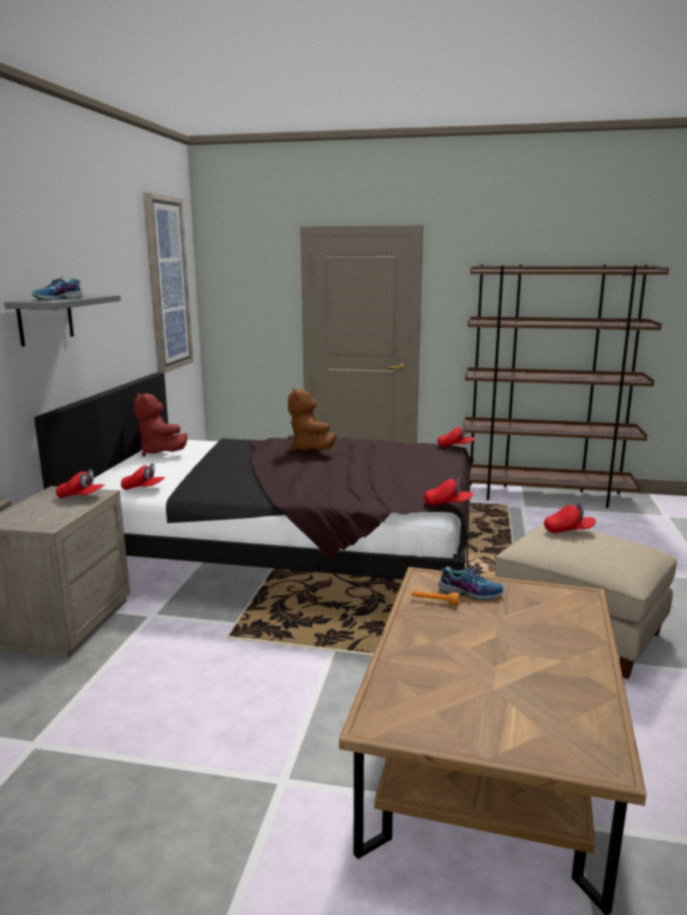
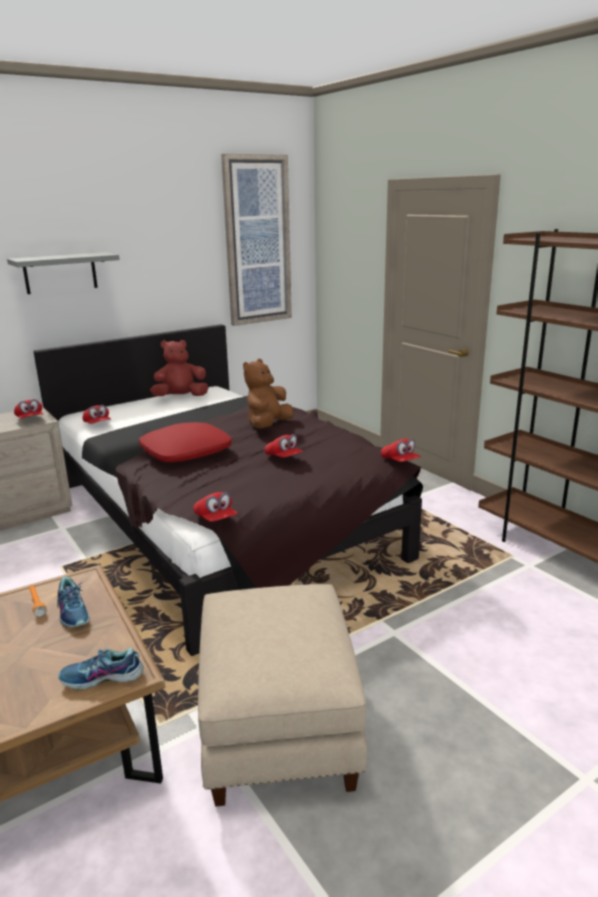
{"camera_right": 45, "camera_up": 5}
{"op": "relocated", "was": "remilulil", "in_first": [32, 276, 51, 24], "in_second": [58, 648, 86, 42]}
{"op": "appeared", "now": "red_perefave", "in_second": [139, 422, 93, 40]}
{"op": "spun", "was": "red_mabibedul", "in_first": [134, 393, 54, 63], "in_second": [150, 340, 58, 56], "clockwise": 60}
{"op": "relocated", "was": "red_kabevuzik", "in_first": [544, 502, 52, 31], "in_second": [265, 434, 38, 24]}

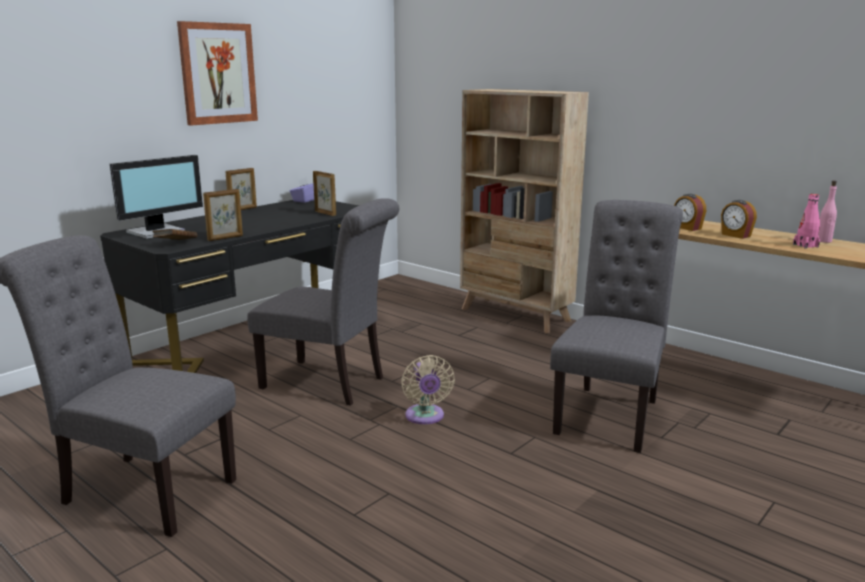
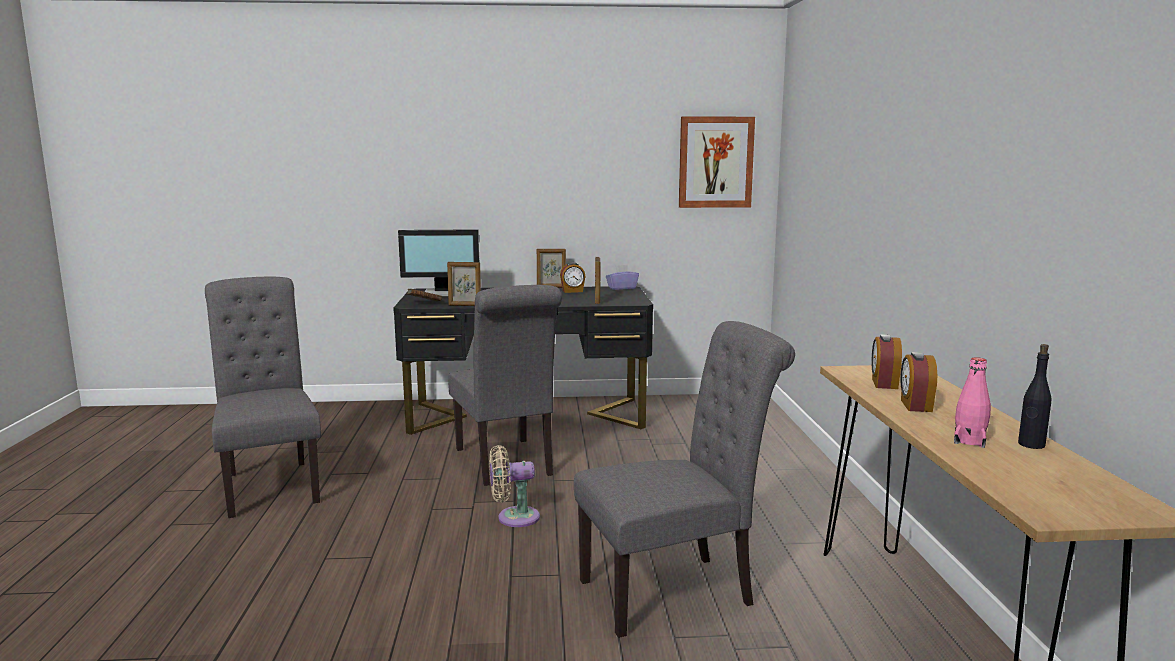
{"camera_right": 45, "camera_up": -5}
{"op": "spun", "was": "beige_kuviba", "in_first": [401, 355, 54, 69], "in_second": [489, 445, 51, 82], "clockwise": 45}
{"op": "appeared", "now": "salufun", "in_second": [560, 262, 26, 31]}
{"op": "relocated", "was": "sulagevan", "in_first": [177, 21, 81, 105], "in_second": [679, 116, 76, 92]}
{"op": "colour", "was": "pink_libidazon", "now": "black_libidazon", "in_first": [818, 180, 19, 63], "in_second": [1018, 344, 33, 105]}
{"op": "missing", "was": "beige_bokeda", "in_first": [460, 89, 129, 244]}

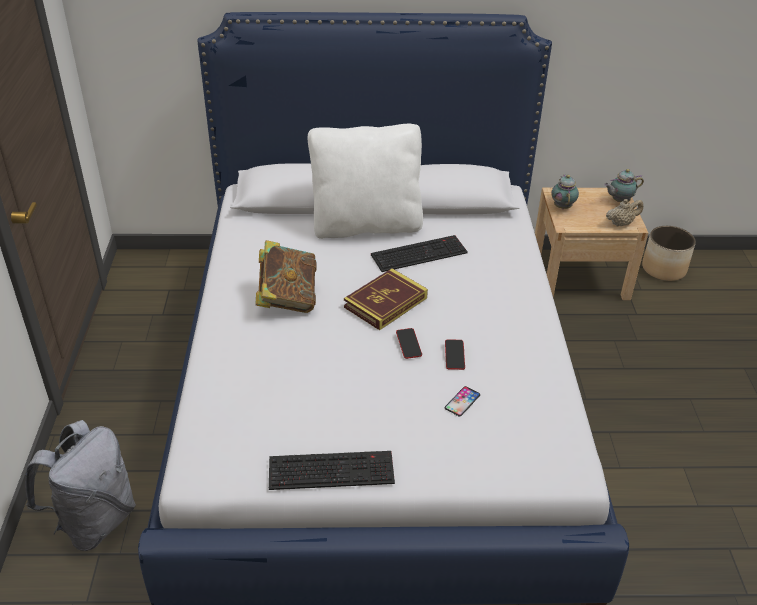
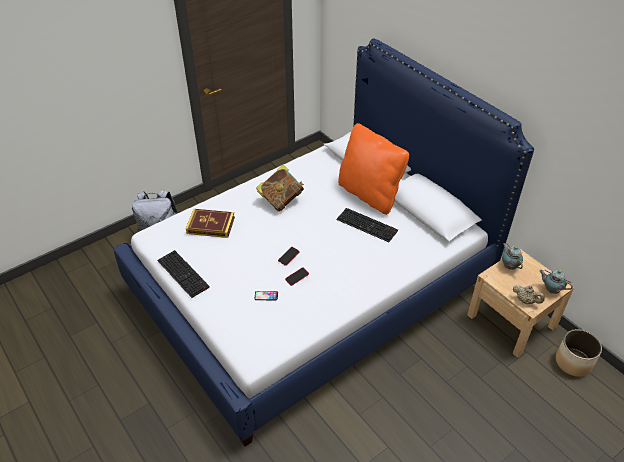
{"camera_right": 55, "camera_up": 5}
{"op": "relocated", "was": "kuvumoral", "in_first": [344, 268, 84, 62], "in_second": [186, 209, 49, 29]}
{"op": "colour", "was": "white_perefave", "now": "orange_perefave", "in_first": [308, 124, 115, 115], "in_second": [338, 123, 71, 92]}
{"op": "spun", "was": "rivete", "in_first": [552, 175, 27, 34], "in_second": [502, 243, 21, 27], "clockwise": -75}

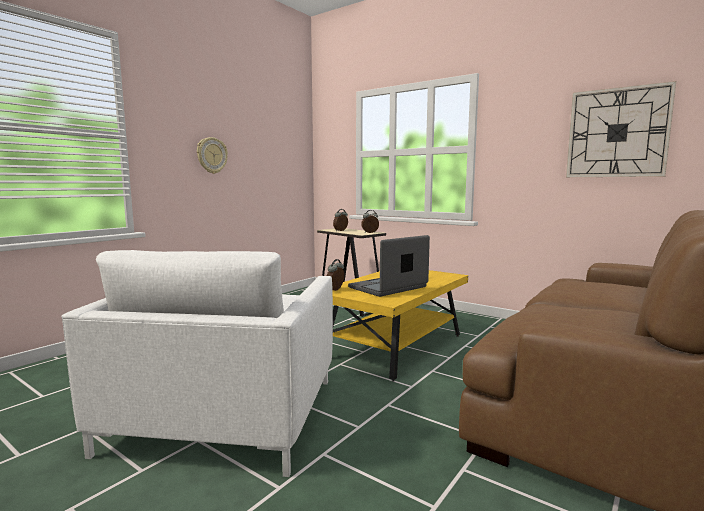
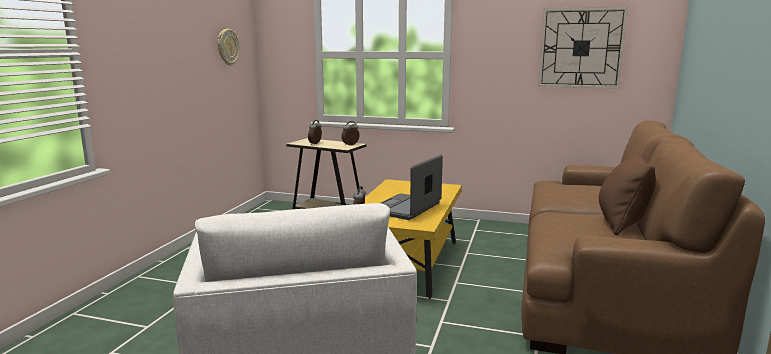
{"camera_right": -20, "camera_up": 5}
{"op": "relocated", "was": "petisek", "in_first": [197, 137, 31, 37], "in_second": [218, 29, 22, 37]}
{"op": "appeared", "now": "brown_perefave", "in_second": [599, 150, 57, 85]}

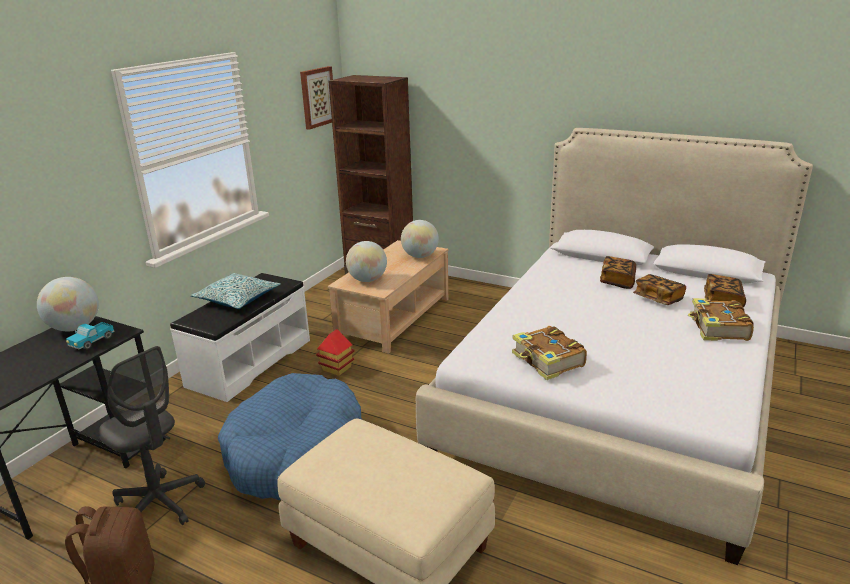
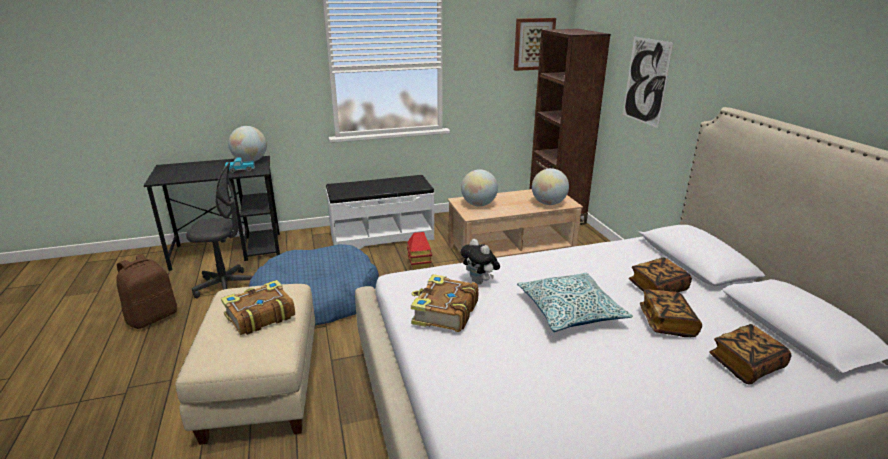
{"camera_right": 45, "camera_up": 0}
{"op": "spun", "was": "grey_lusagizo", "in_first": [98, 346, 107, 179], "in_second": [186, 162, 67, 136], "clockwise": -90}
{"op": "relocated", "was": "kuvumoral", "in_first": [688, 298, 66, 43], "in_second": [221, 280, 74, 55]}
{"op": "appeared", "now": "mabibedul", "in_second": [460, 239, 40, 46]}
{"op": "relocated", "was": "perefave", "in_first": [191, 273, 90, 36], "in_second": [517, 273, 116, 59]}
{"op": "appeared", "now": "sulagevan", "in_second": [623, 36, 50, 92]}

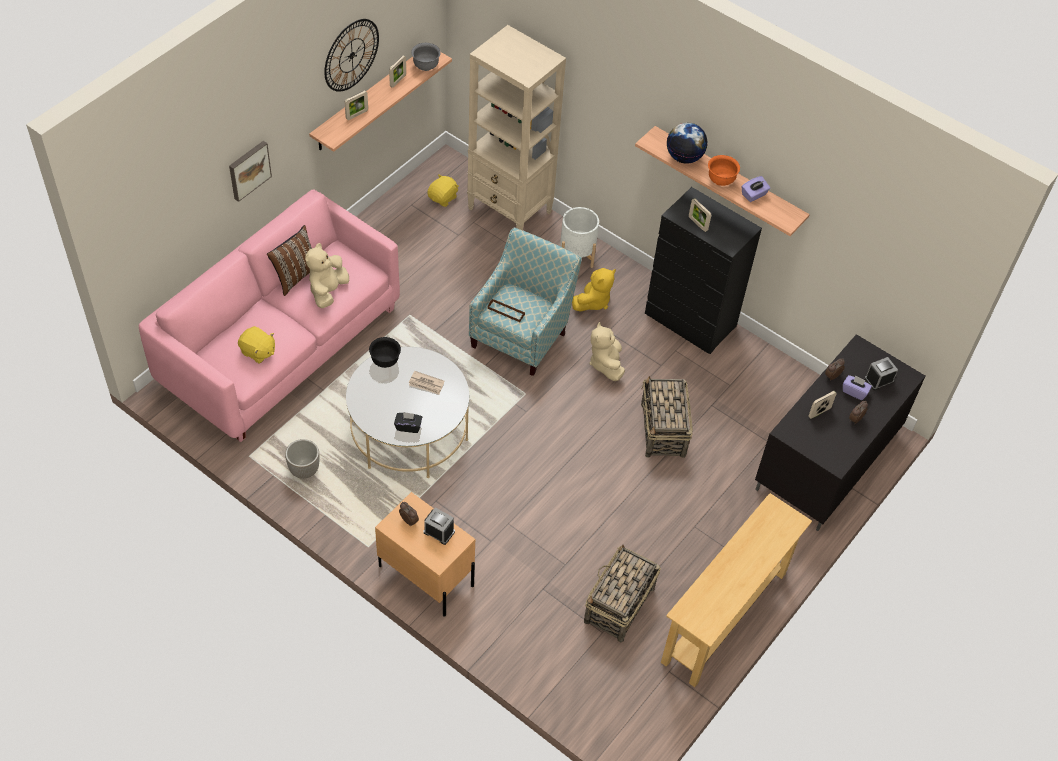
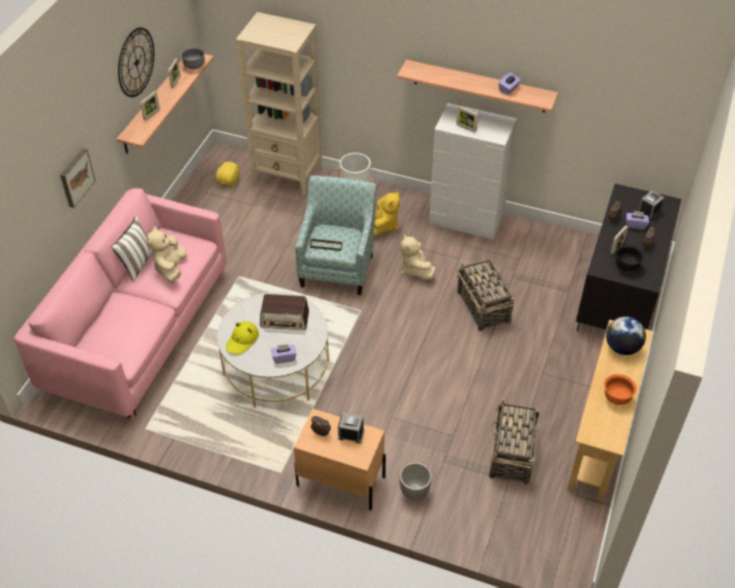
{"camera_right": -15, "camera_up": -5}
{"op": "colour", "was": "brown_perefave", "now": "white_perefave", "in_first": [267, 225, 45, 71], "in_second": [111, 216, 42, 66]}
{"op": "appeared", "now": "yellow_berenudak", "in_second": [226, 321, 33, 33]}
{"op": "exchanged", "was": "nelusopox", "now": "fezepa", "in_first": [409, 371, 35, 23], "in_second": [260, 294, 49, 36]}
{"op": "colour", "was": "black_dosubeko", "now": "purple_dosubeko", "in_first": [394, 412, 28, 21], "in_second": [271, 344, 25, 20]}
{"op": "relocated", "was": "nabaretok", "in_first": [285, 439, 35, 40], "in_second": [399, 462, 33, 39]}
{"op": "colour", "was": "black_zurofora", "now": "white_zurofora", "in_first": [645, 187, 117, 167], "in_second": [429, 103, 88, 137]}
{"op": "relocated", "was": "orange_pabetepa", "in_first": [708, 155, 32, 31], "in_second": [604, 374, 33, 31]}
{"op": "relocated", "was": "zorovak", "in_first": [667, 123, 40, 41], "in_second": [606, 316, 40, 39]}
{"op": "relocated", "was": "black_pabetepa", "in_first": [369, 337, 32, 31], "in_second": [616, 245, 29, 26]}
{"op": "missing", "was": "yellow_mabibedul", "in_first": [238, 326, 37, 37]}

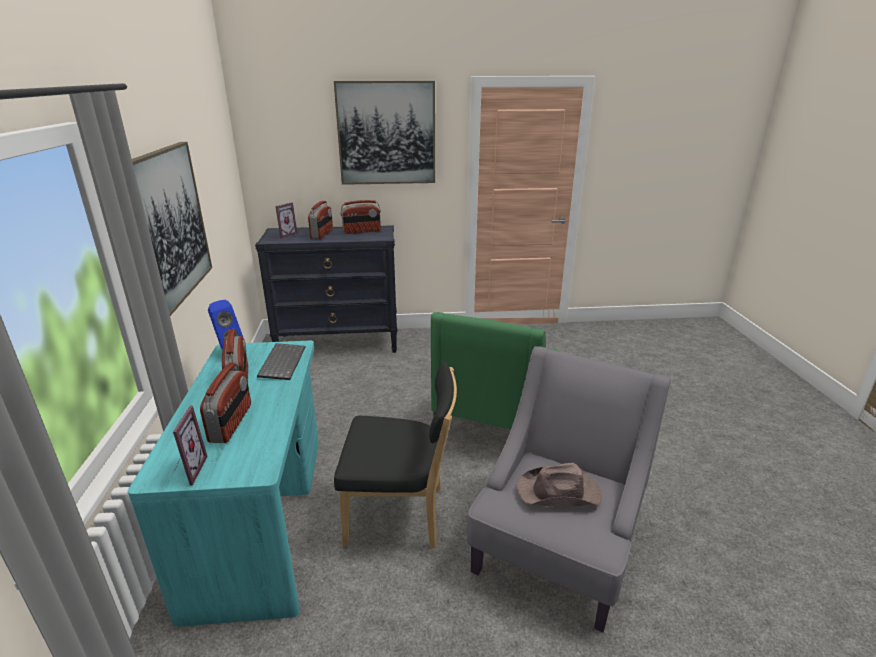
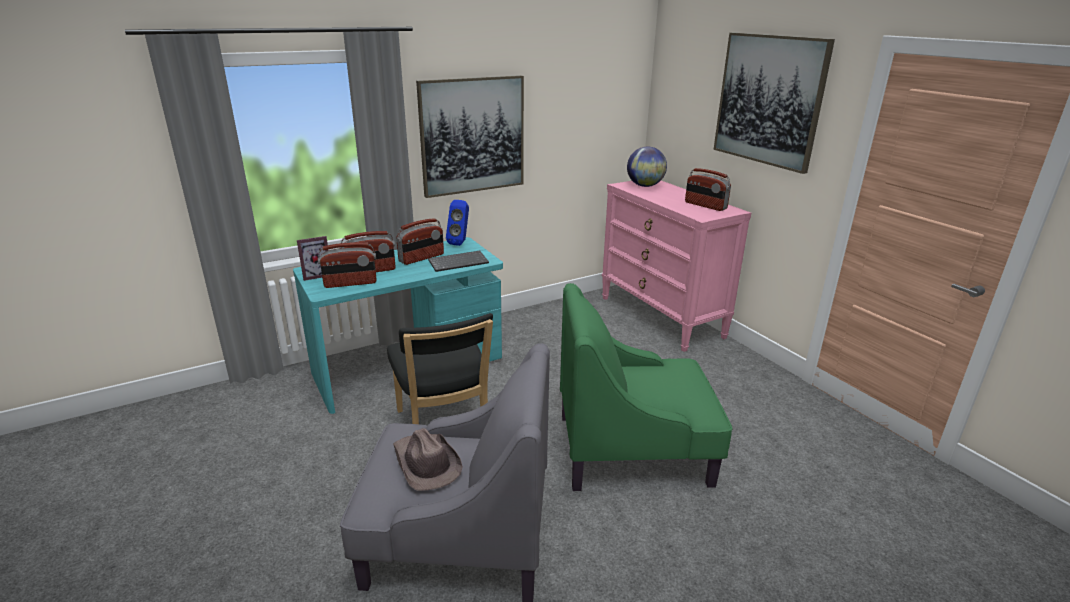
{"camera_right": 65, "camera_up": 0}
{"op": "relocated", "was": "fezepa", "in_first": [308, 201, 25, 38], "in_second": [318, 242, 59, 46]}
{"op": "colour", "was": "black_zurofora", "now": "pink_zurofora", "in_first": [255, 225, 143, 128], "in_second": [602, 181, 149, 171]}
{"op": "exchanged", "was": "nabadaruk", "now": "zorovak", "in_first": [275, 202, 23, 37], "in_second": [627, 147, 40, 40]}

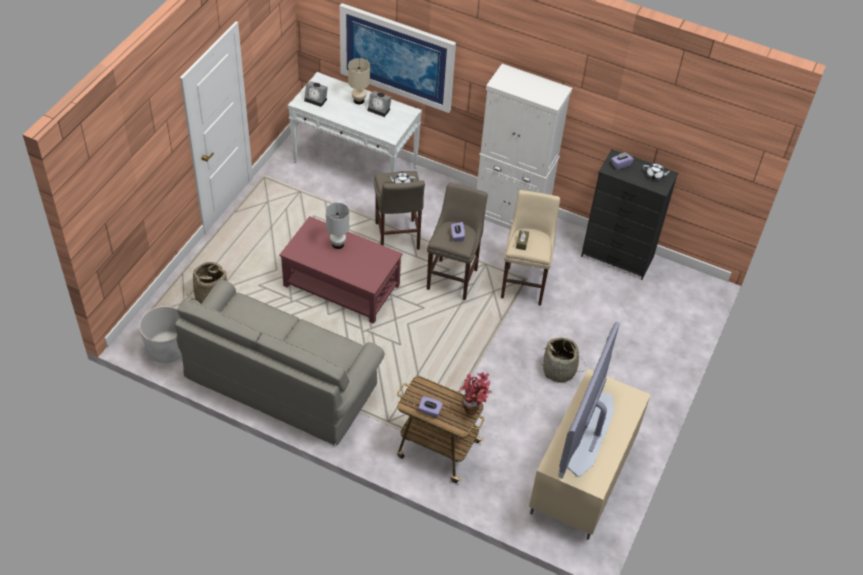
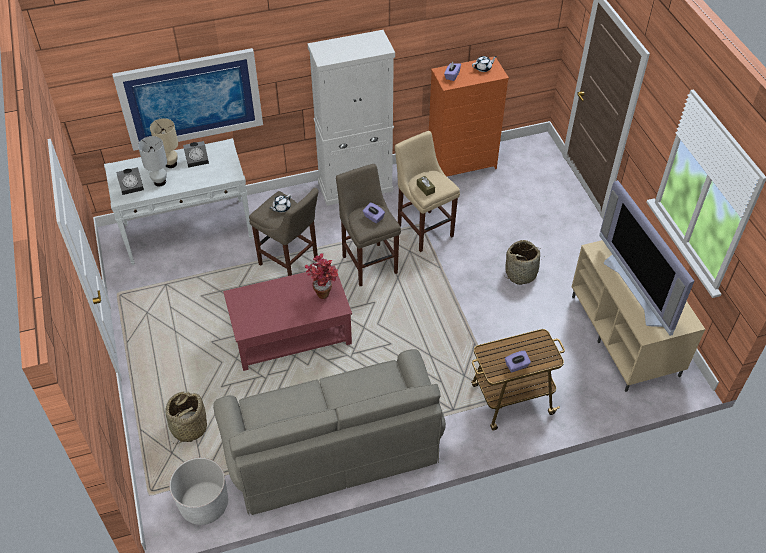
{"camera_right": -40, "camera_up": 0}
{"op": "relocated", "was": "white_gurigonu", "in_first": [326, 203, 23, 46], "in_second": [138, 136, 29, 51]}
{"op": "relocated", "was": "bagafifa", "in_first": [459, 372, 33, 43], "in_second": [305, 253, 33, 46]}
{"op": "colour", "was": "black_zurofora", "now": "orange_zurofora", "in_first": [581, 149, 97, 131], "in_second": [429, 56, 80, 121]}

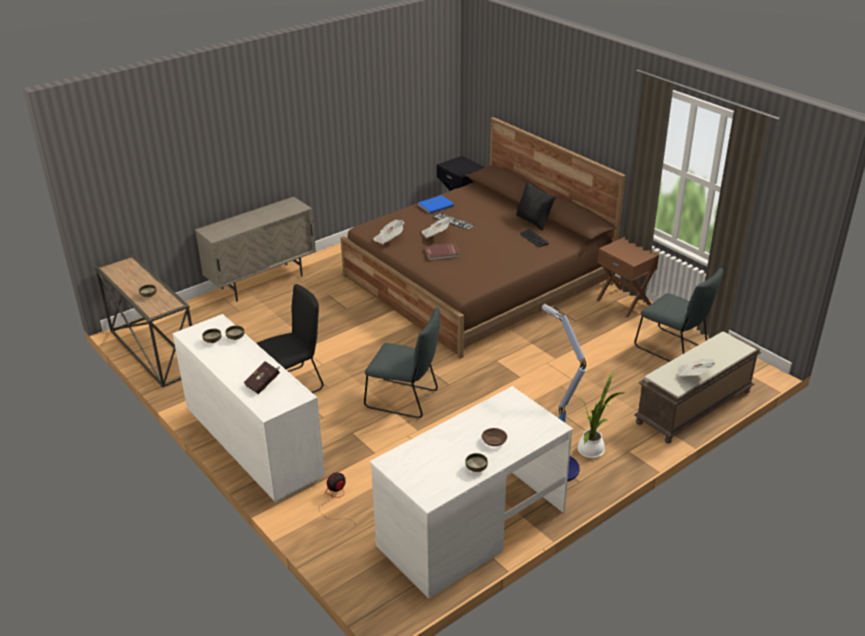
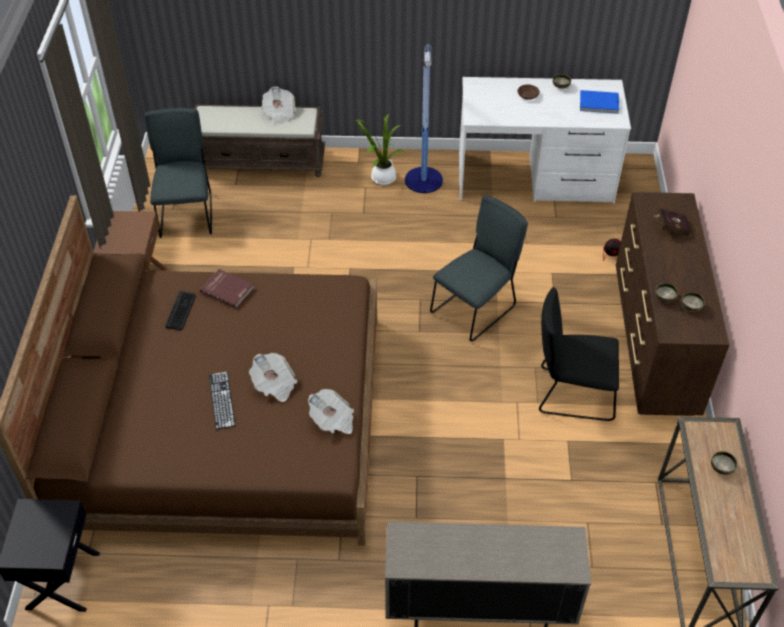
{"camera_right": -140, "camera_up": 15}
{"op": "relocated", "was": "red_kuvumoral", "in_first": [425, 243, 35, 17], "in_second": [200, 269, 54, 39]}
{"op": "spun", "was": "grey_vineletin", "in_first": [364, 308, 76, 110], "in_second": [430, 195, 98, 146], "clockwise": 75}
{"op": "relocated", "was": "blue_kuvumoral", "in_first": [418, 195, 36, 19], "in_second": [580, 90, 39, 24]}
{"op": "colour", "was": "white_zurofora", "now": "brown_zurofora", "in_first": [173, 314, 152, 188], "in_second": [616, 192, 113, 224]}
{"op": "missing", "was": "black_perefave", "in_first": [516, 182, 40, 49]}

